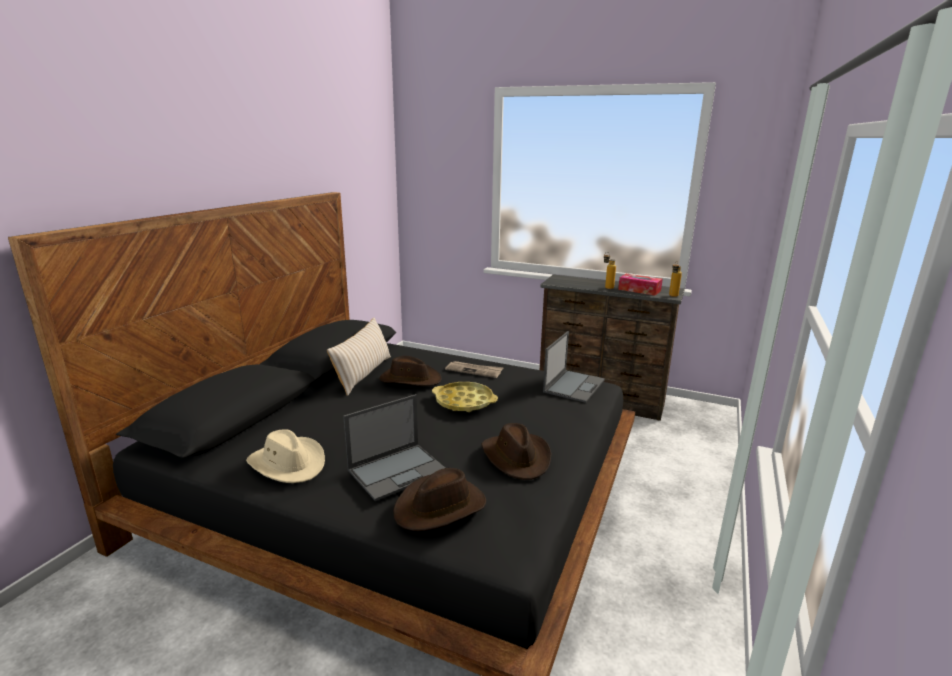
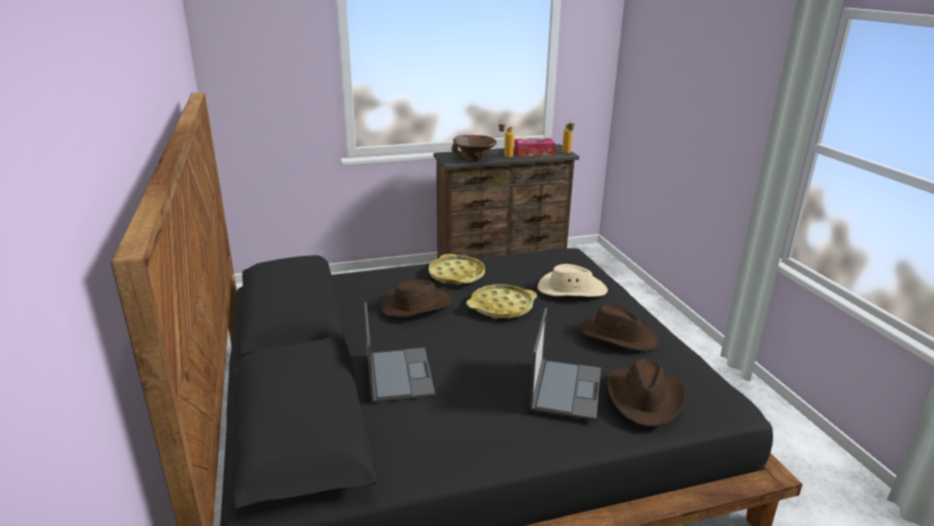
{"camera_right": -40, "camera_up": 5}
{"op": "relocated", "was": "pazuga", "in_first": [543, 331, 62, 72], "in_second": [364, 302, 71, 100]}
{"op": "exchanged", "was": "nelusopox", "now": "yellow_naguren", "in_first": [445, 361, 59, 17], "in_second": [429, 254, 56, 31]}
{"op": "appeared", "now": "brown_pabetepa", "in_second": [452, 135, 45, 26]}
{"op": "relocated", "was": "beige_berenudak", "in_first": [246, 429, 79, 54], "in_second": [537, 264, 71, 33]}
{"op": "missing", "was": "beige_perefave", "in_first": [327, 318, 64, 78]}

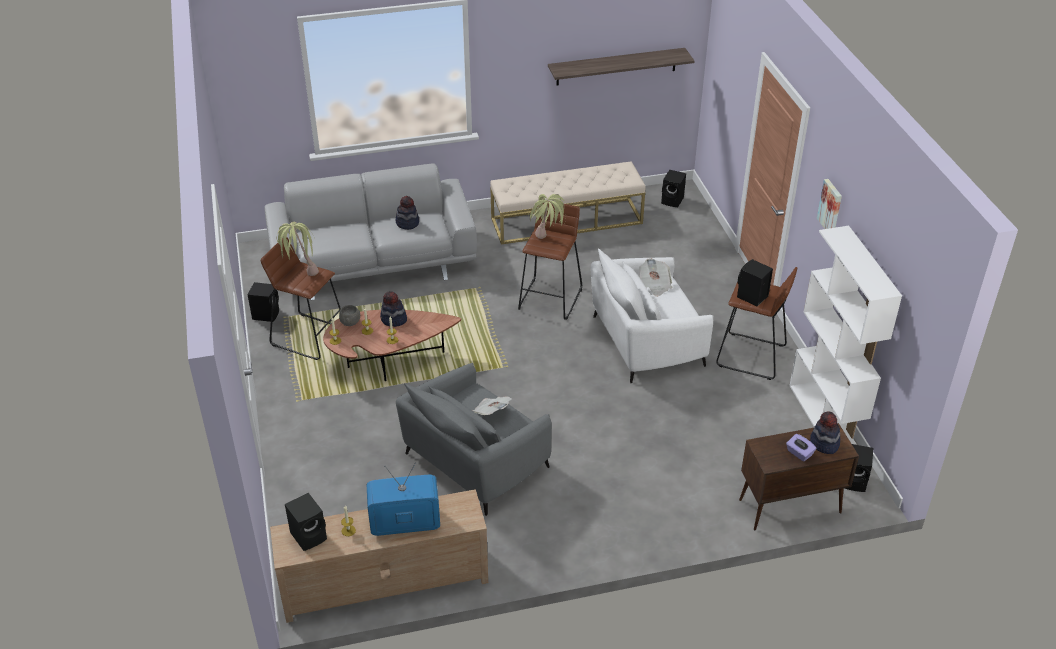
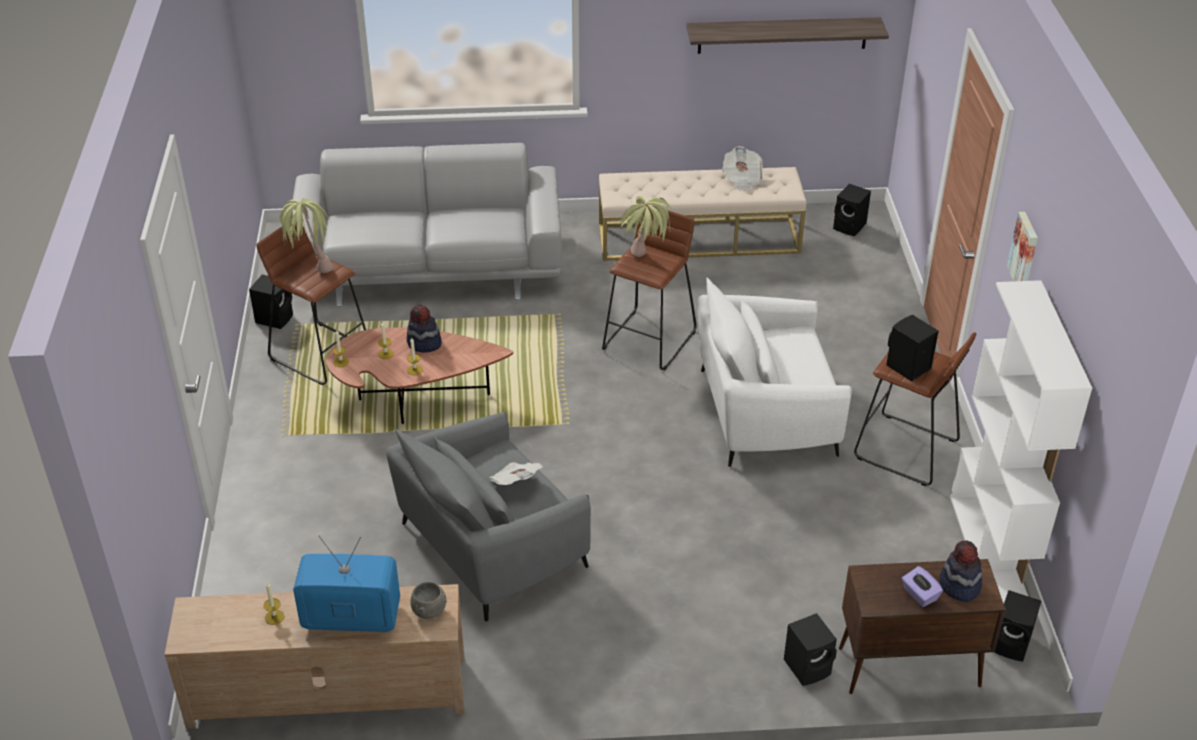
{"camera_right": 10, "camera_up": 0}
{"op": "relocated", "was": "grey_pabetepa", "in_first": [339, 305, 22, 21], "in_second": [410, 582, 37, 37]}
{"op": "relocated", "was": "nelusopox", "in_first": [639, 258, 33, 39], "in_second": [722, 146, 41, 45]}
{"op": "relocated", "was": "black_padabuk", "in_first": [285, 493, 42, 58], "in_second": [784, 613, 53, 73]}
{"op": "missing", "was": "berenudak", "in_first": [396, 196, 23, 34]}

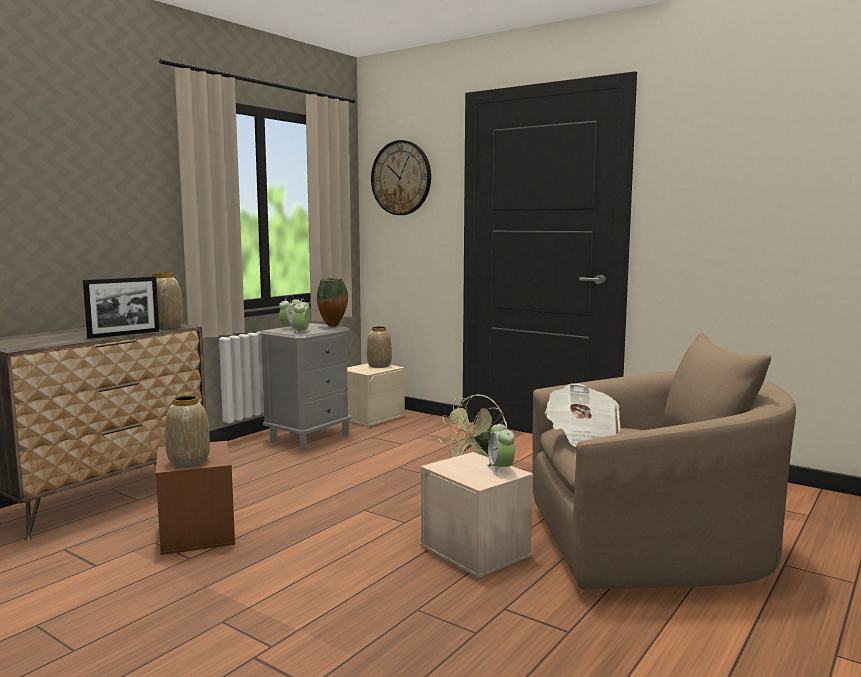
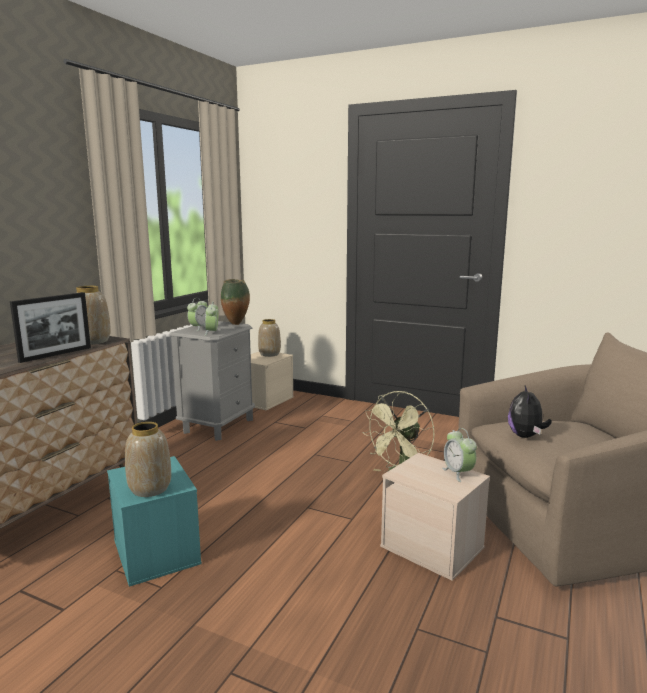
{"camera_right": -10, "camera_up": 5}
{"op": "colour", "was": "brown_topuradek", "now": "turquoise_topuradek", "in_first": [155, 441, 80, 114], "in_second": [107, 456, 95, 131]}
{"op": "exchanged", "was": "nelusopox", "now": "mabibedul", "in_first": [545, 383, 75, 64], "in_second": [508, 385, 44, 53]}
{"op": "missing", "was": "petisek", "in_first": [371, 140, 60, 75]}

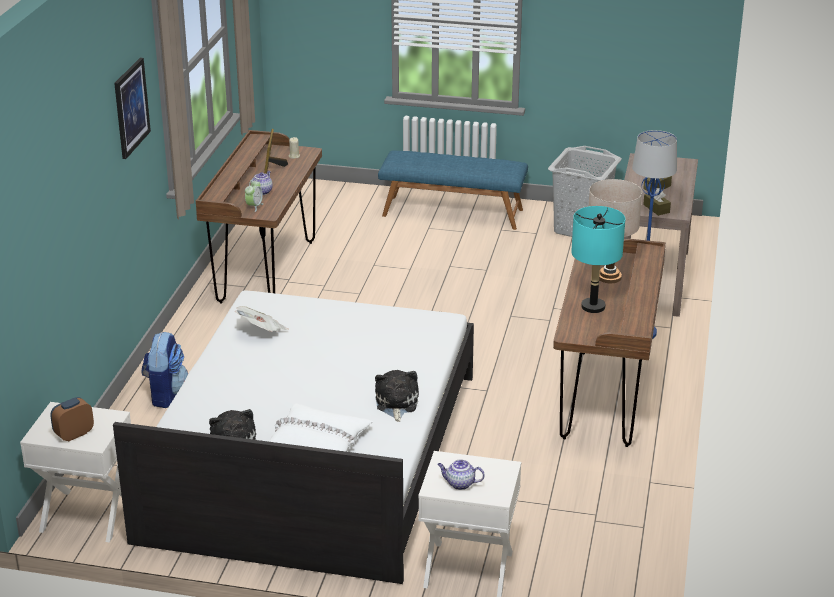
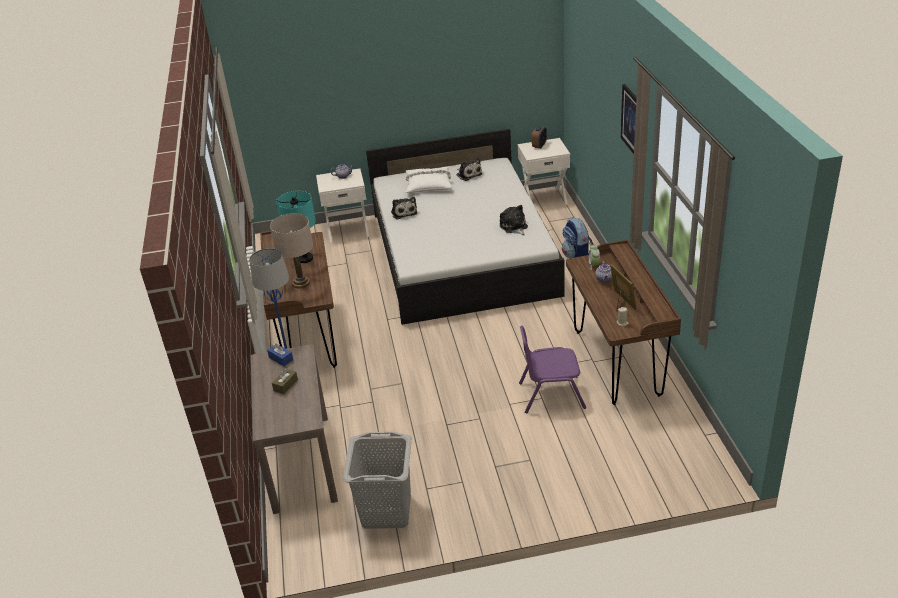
{"camera_right": 160, "camera_up": 5}
{"op": "colour", "was": "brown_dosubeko", "now": "blue_dosubeko", "in_first": [643, 188, 28, 28], "in_second": [267, 344, 26, 22]}
{"op": "exchanged", "was": "nelusopox", "now": "mabibedul", "in_first": [235, 306, 54, 26], "in_second": [500, 205, 28, 30]}
{"op": "appeared", "now": "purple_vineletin", "in_second": [519, 326, 67, 87]}
{"op": "missing", "was": "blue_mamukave", "in_first": [378, 151, 150, 79]}

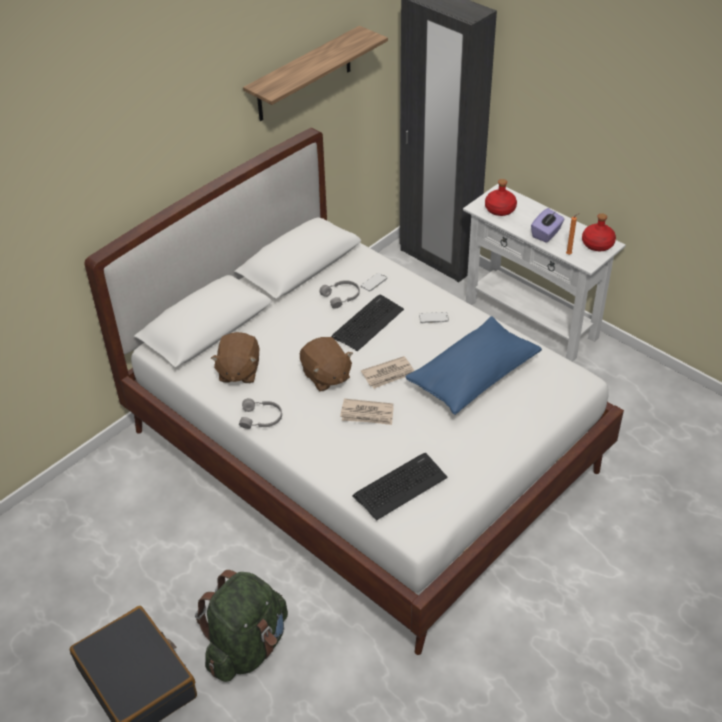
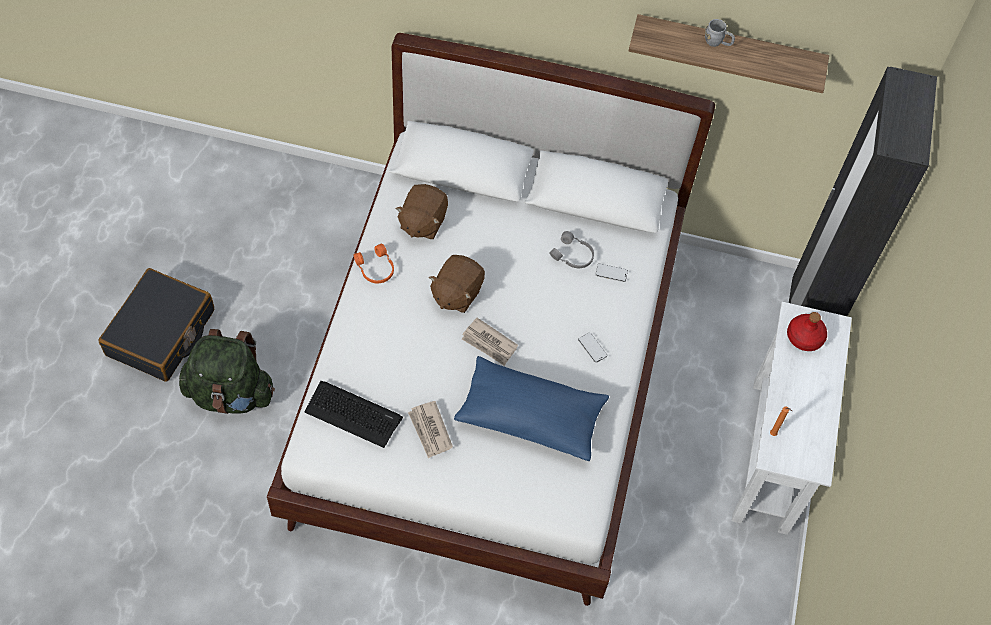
{"camera_right": 55, "camera_up": 15}
{"op": "colour", "was": "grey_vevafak", "now": "orange_vevafak", "in_first": [239, 398, 43, 31], "in_second": [354, 243, 40, 40]}
{"op": "spun", "was": "brown_mabibedul", "in_first": [211, 332, 48, 51], "in_second": [395, 184, 53, 55], "clockwise": -45}
{"op": "relocated", "was": "nelusopox", "in_first": [340, 399, 53, 26], "in_second": [408, 401, 45, 58]}
{"op": "appeared", "now": "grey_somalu", "in_second": [705, 19, 30, 28]}
{"op": "missing", "was": "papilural", "in_first": [331, 294, 73, 57]}
{"op": "missing", "was": "purple_dosubeko", "in_first": [531, 208, 34, 35]}
{"op": "missing", "was": "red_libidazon", "in_first": [582, 213, 34, 38]}

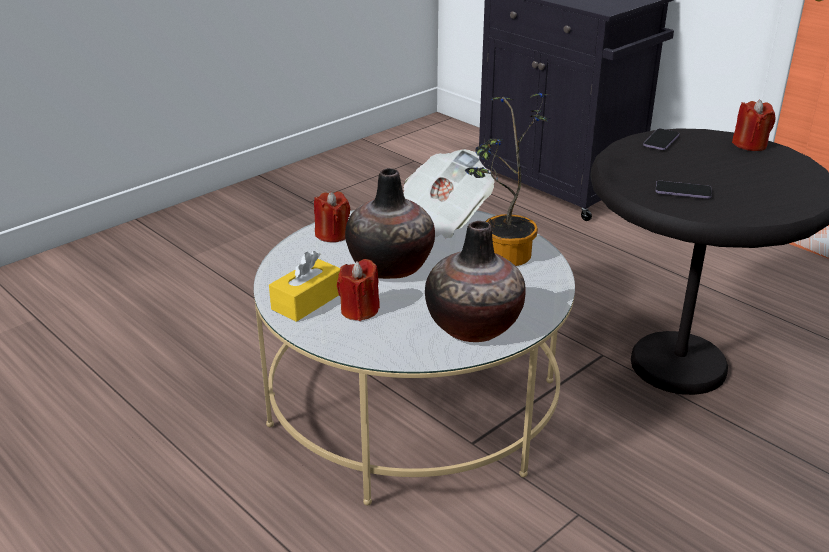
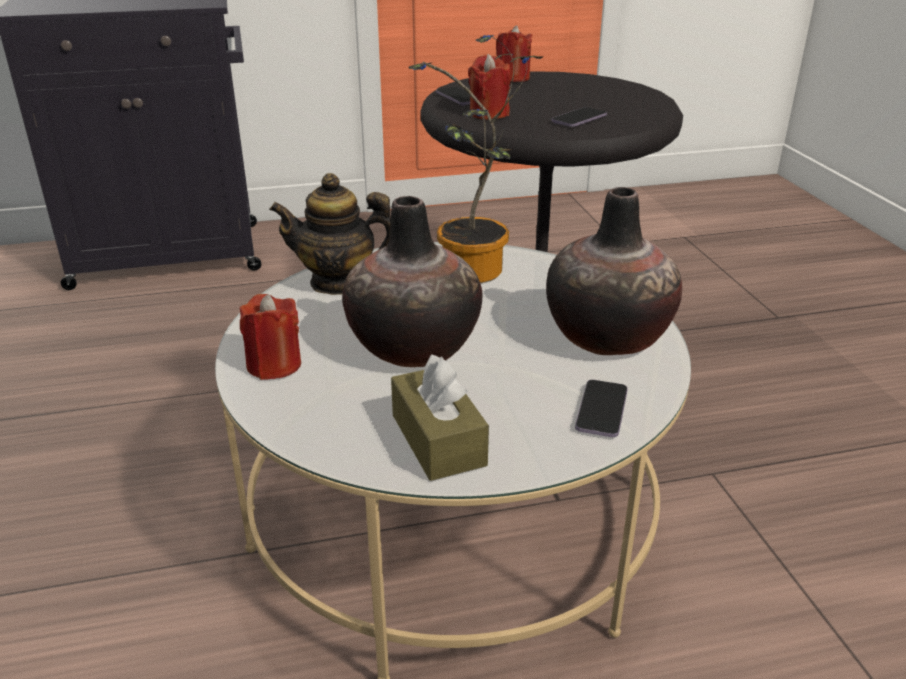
{"camera_right": -60, "camera_up": 0}
{"op": "exchanged", "was": "nelusopox", "now": "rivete", "in_first": [403, 149, 91, 89], "in_second": [269, 173, 122, 122]}
{"op": "colour", "was": "yellow_dosubeko", "now": "brown_dosubeko", "in_first": [269, 251, 71, 71], "in_second": [391, 354, 98, 127]}
{"op": "relocated", "was": "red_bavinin", "in_first": [337, 259, 43, 62], "in_second": [468, 54, 42, 65]}
{"op": "appeared", "now": "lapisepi", "in_second": [575, 380, 53, 57]}

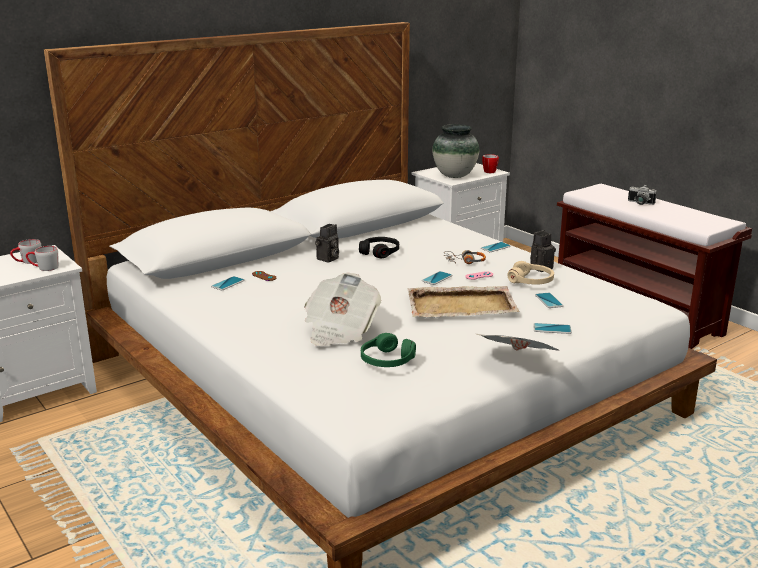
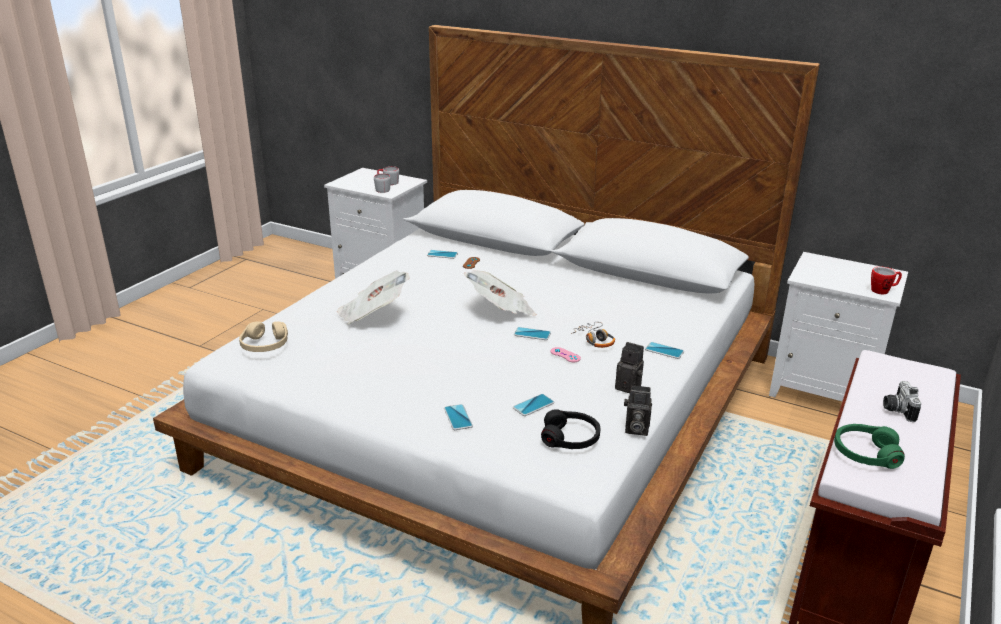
{"camera_right": 65, "camera_up": 5}
{"op": "relocated", "was": "beige_vevafak", "in_first": [507, 261, 47, 24], "in_second": [239, 322, 49, 30]}
{"op": "relocated", "was": "nelusopox", "in_first": [477, 334, 81, 16], "in_second": [464, 270, 73, 45]}
{"op": "relocated", "was": "black_vevafak", "in_first": [359, 237, 40, 21], "in_second": [541, 409, 59, 40]}
{"op": "relocated", "was": "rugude", "in_first": [315, 224, 24, 39], "in_second": [624, 385, 28, 51]}
{"op": "relocated", "was": "green_vevafak", "in_first": [361, 333, 55, 34], "in_second": [834, 424, 71, 45]}
{"op": "missing", "was": "beige_naguren", "in_first": [408, 286, 111, 31]}
{"op": "missing", "was": "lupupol", "in_first": [432, 124, 47, 54]}

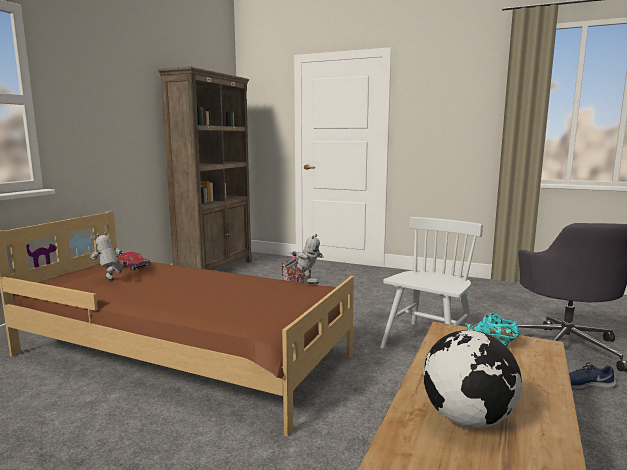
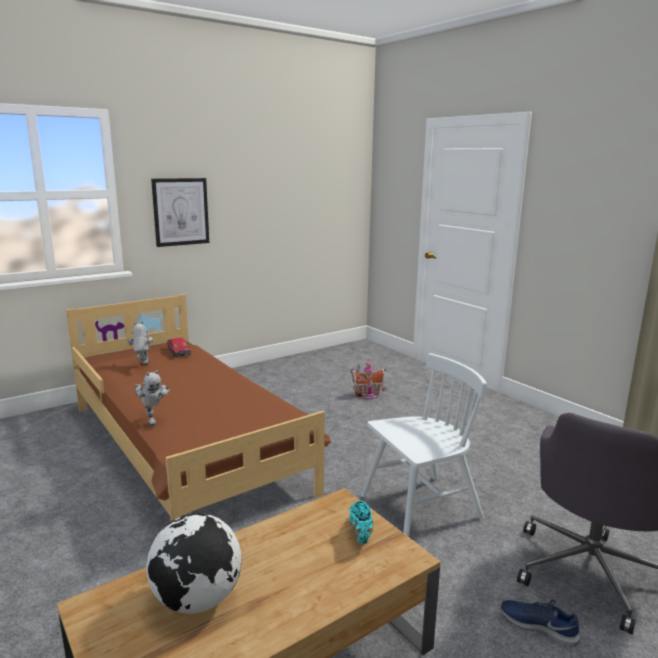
{"camera_right": 30, "camera_up": 5}
{"op": "relocated", "was": "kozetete", "in_first": [285, 234, 39, 50], "in_second": [135, 370, 35, 56]}
{"op": "appeared", "now": "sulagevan", "in_second": [151, 178, 58, 69]}
{"op": "missing", "was": "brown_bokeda", "in_first": [158, 66, 94, 205]}

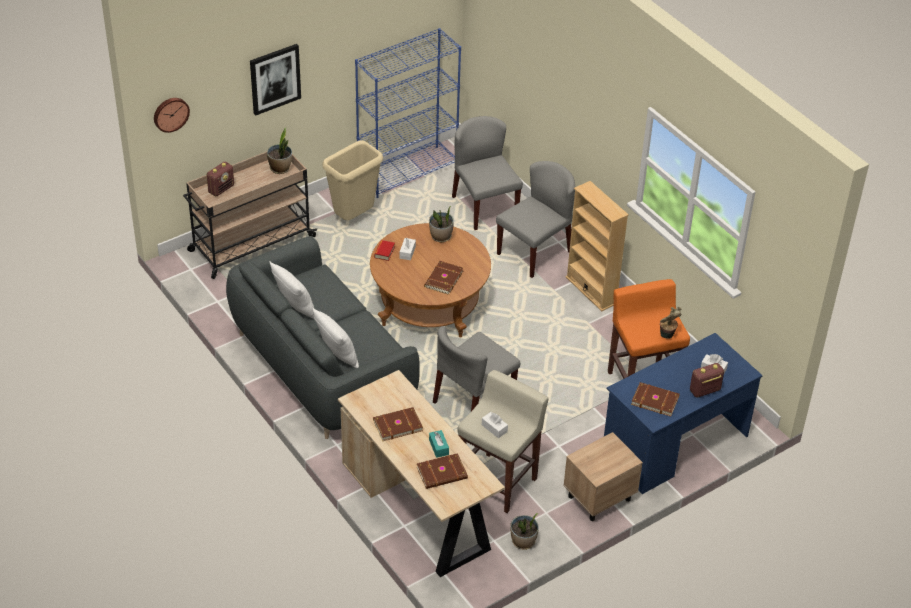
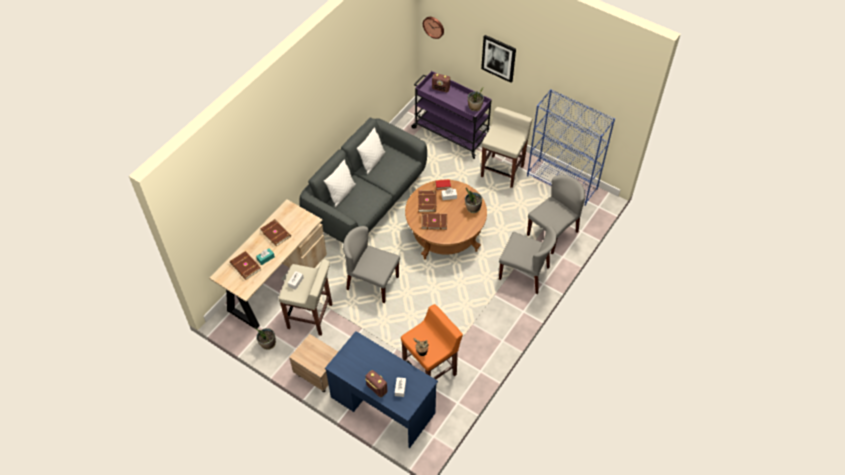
{"camera_right": 70, "camera_up": 10}
{"op": "colour", "was": "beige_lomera", "now": "purple_lomera", "in_first": [183, 151, 134, 128], "in_second": [412, 71, 80, 88]}
{"op": "relocated", "was": "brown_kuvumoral", "in_first": [631, 382, 49, 35], "in_second": [418, 190, 18, 22]}
{"op": "exchanged", "was": "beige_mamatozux", "now": "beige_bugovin", "in_first": [322, 140, 61, 80], "in_second": [481, 107, 51, 81]}
{"op": "missing", "was": "beige_bokeda", "in_first": [565, 181, 64, 130]}

